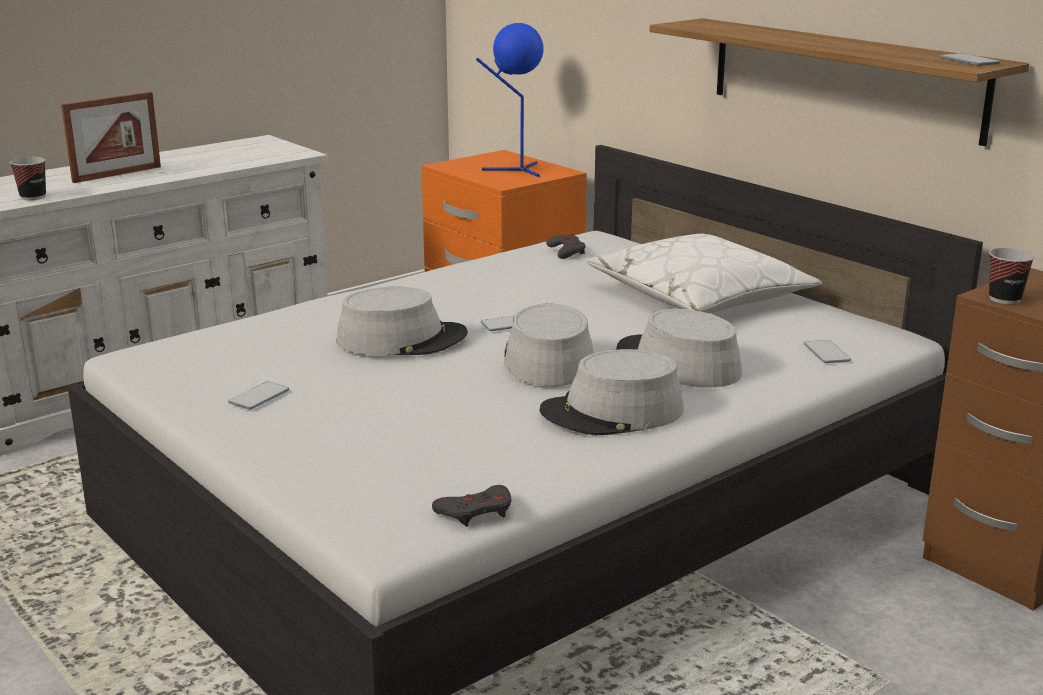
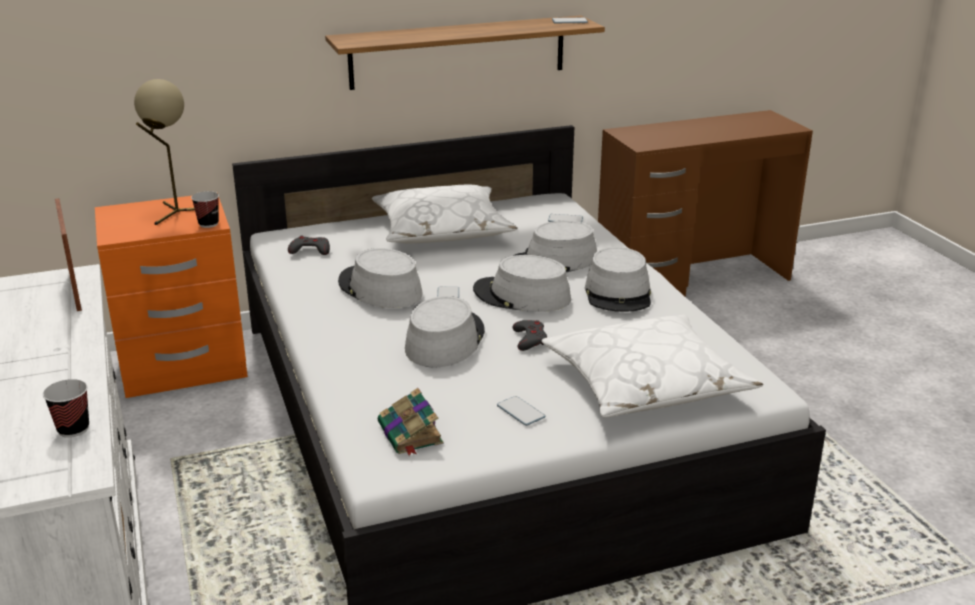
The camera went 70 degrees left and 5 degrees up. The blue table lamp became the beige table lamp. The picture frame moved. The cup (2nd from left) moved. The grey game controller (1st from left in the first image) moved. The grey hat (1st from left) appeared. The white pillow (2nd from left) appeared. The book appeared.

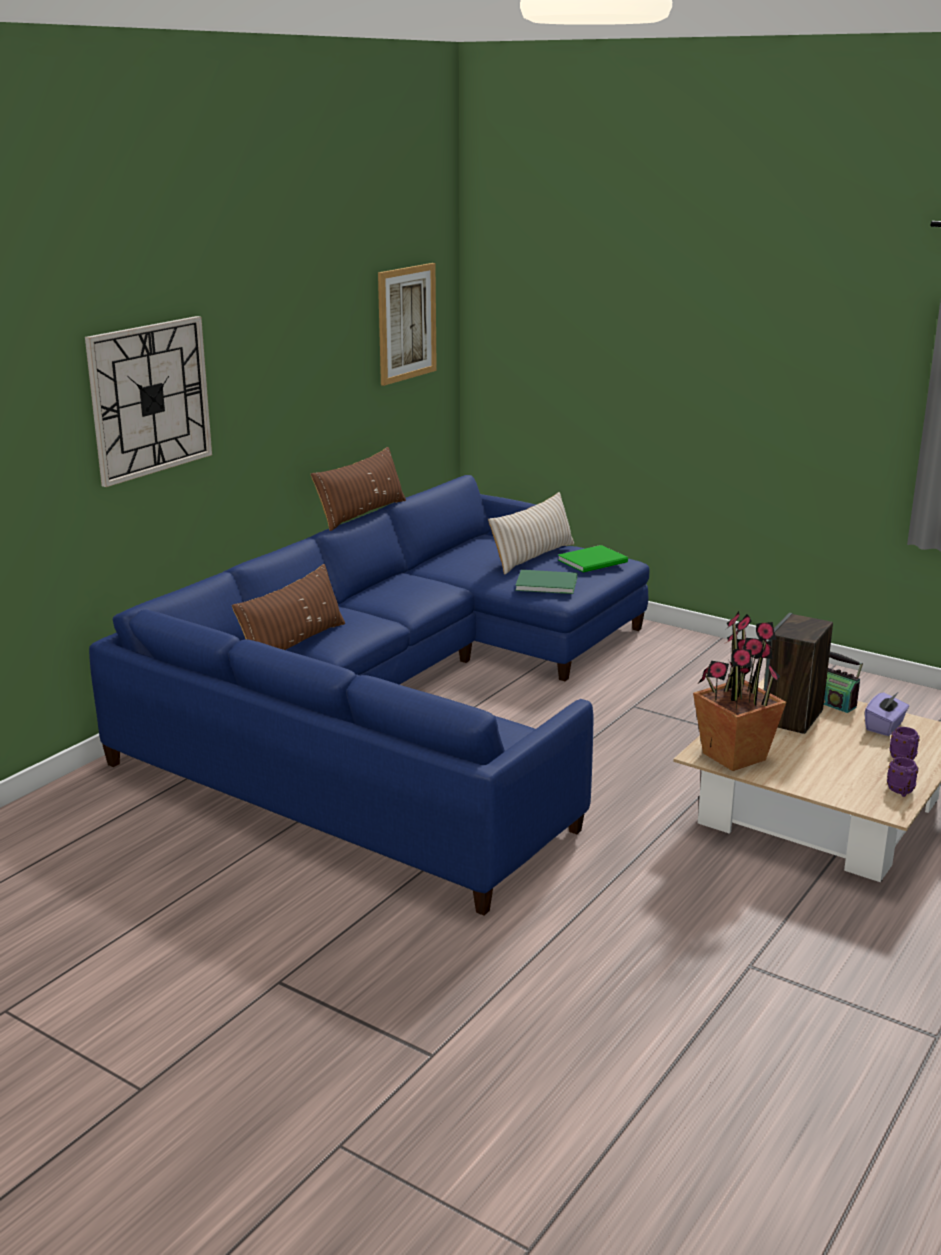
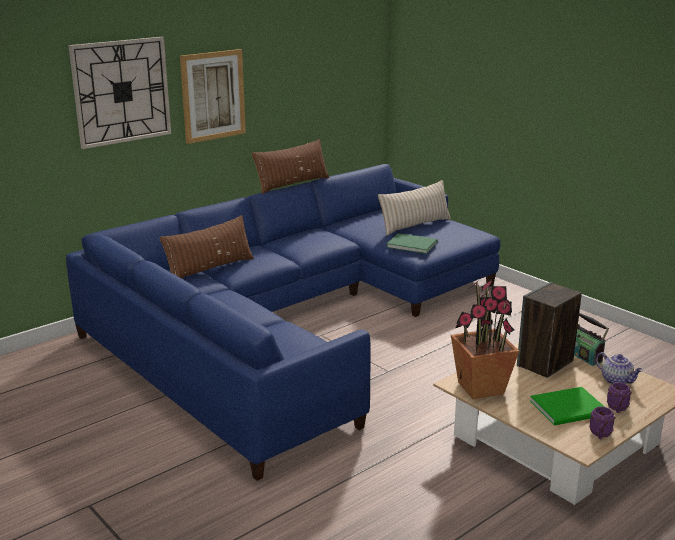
The camera went 15 degrees right and 0 degrees up. The picture moved. The green book (2nd from left) moved. The purple tissue box was replaced by the teapot.

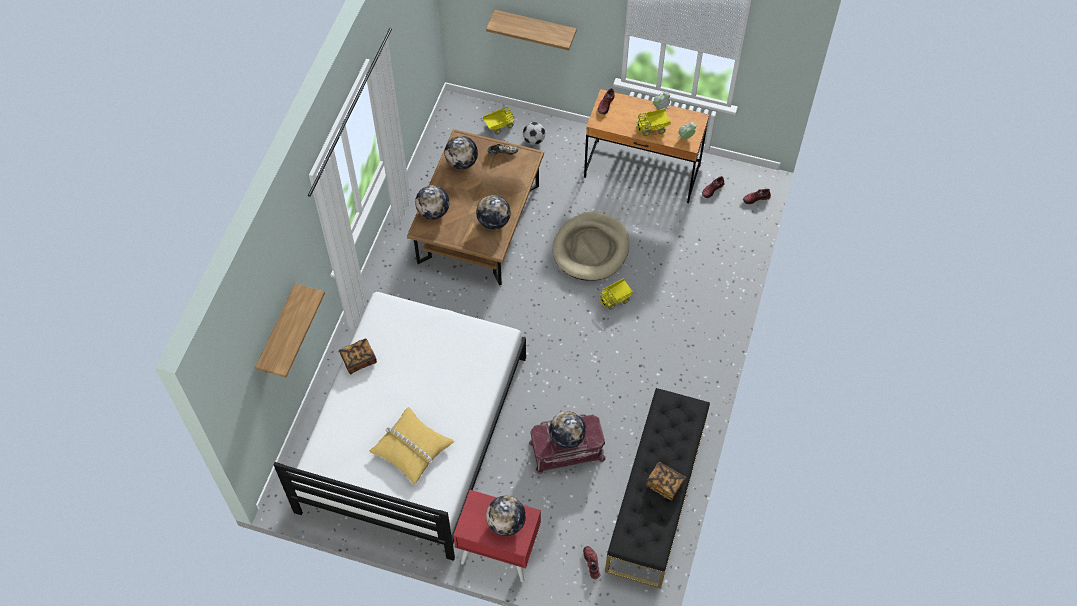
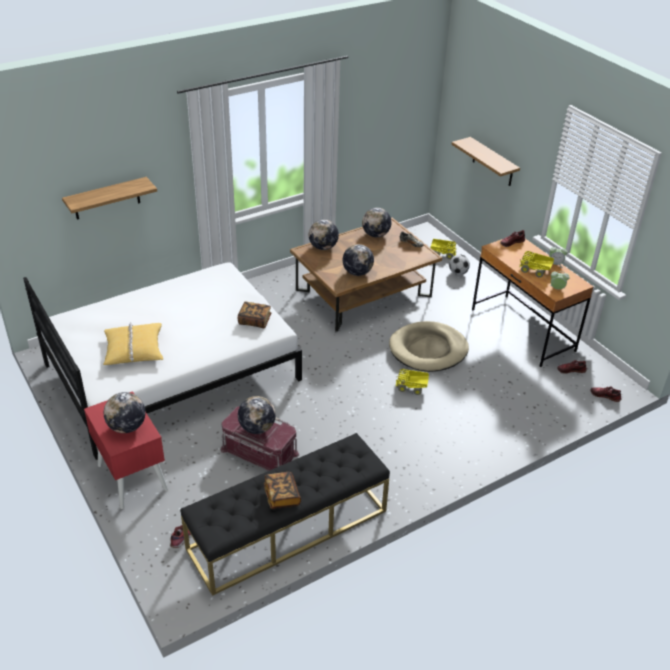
The camera went 40 degrees right and 20 degrees down. The book (1st from left) moved.

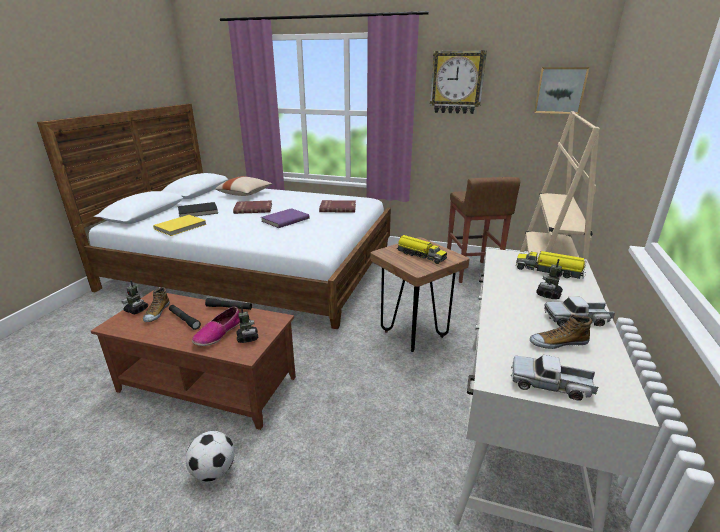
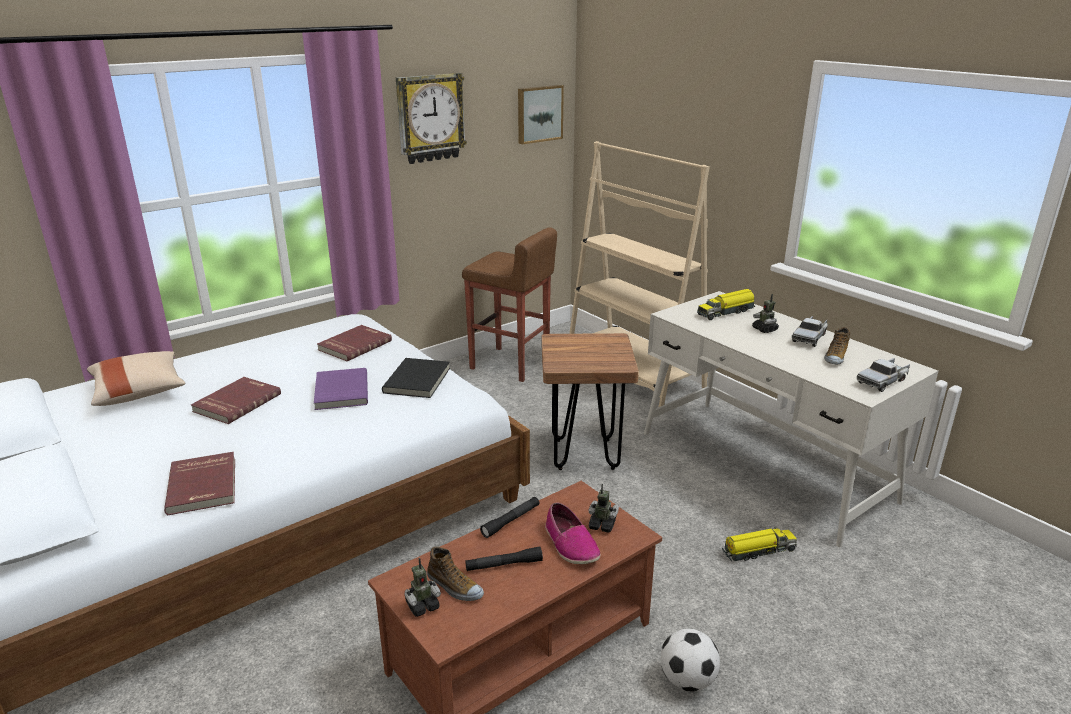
The camera went 55 degrees left and 0 degrees up. The black book moved. The yellow book became the red book (1st from left). The toy truck (1st from left in the first image) moved.

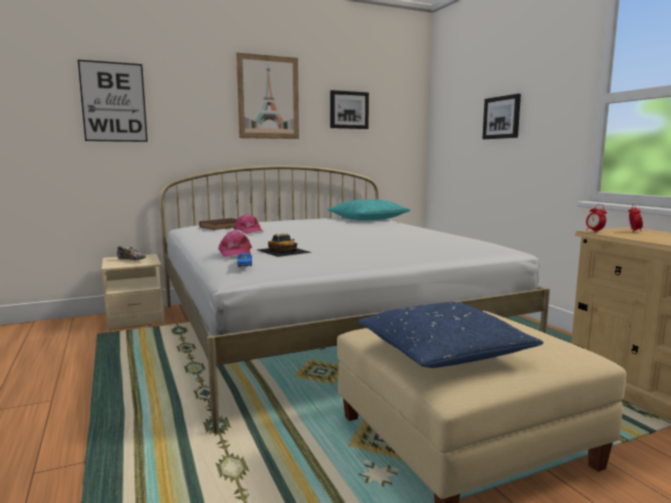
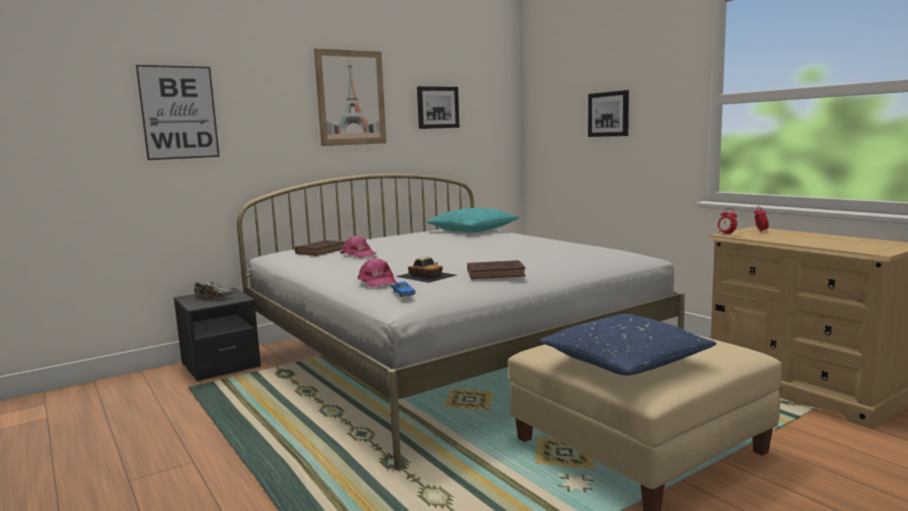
The camera went 10 degrees left and 0 degrees up. The beige nightstand became the black nightstand. The brown book (2nd from left) appeared.

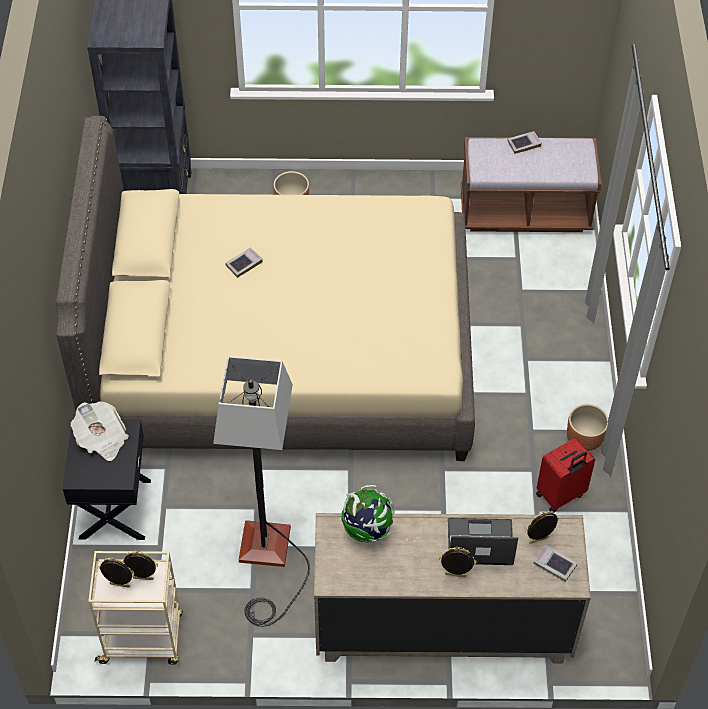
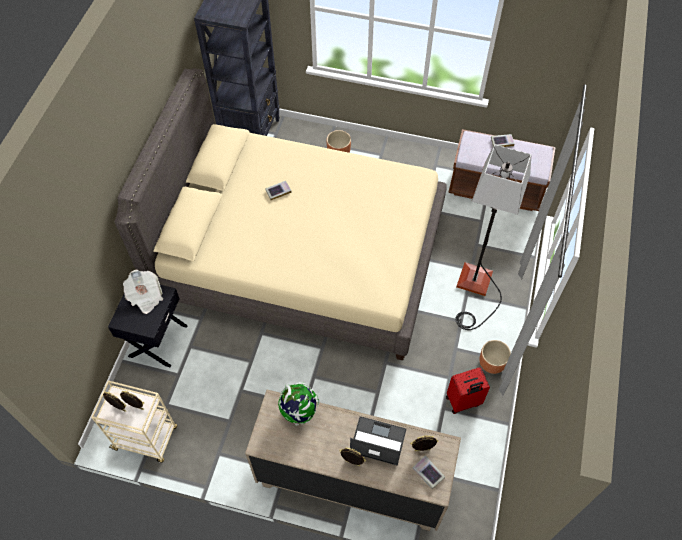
The camera went 15 degrees right and 5 degrees up. The floor lamp moved.

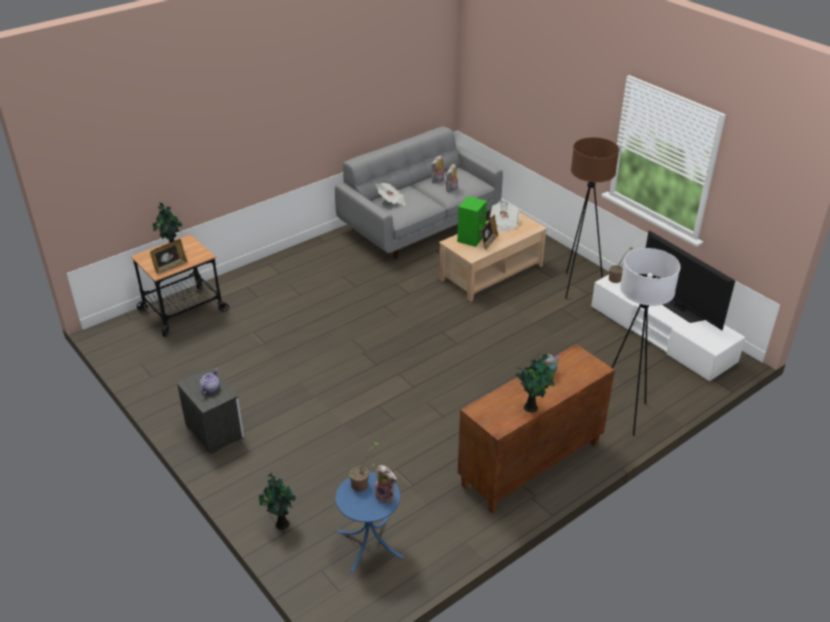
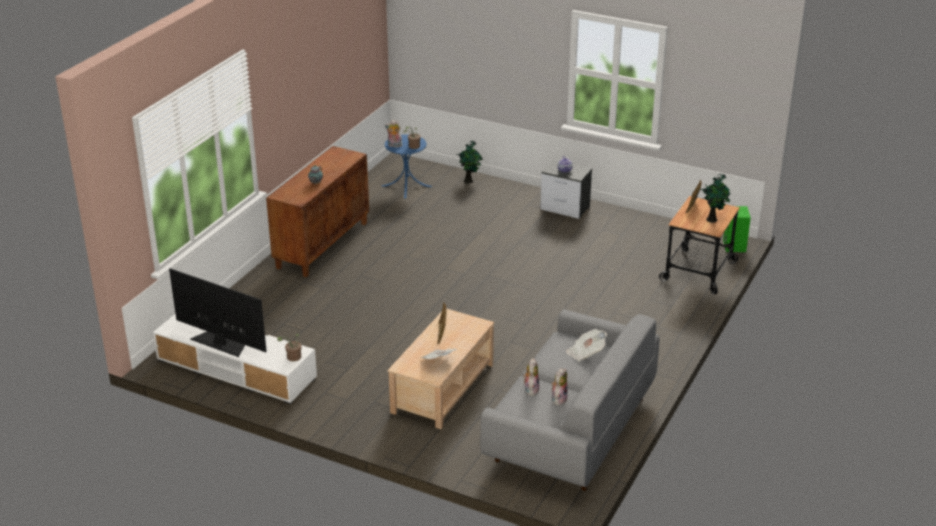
The camera went 155 degrees right and 5 degrees down. The brown floor lamp disappeared. The green speaker moved. The white floor lamp disappeared. The potted plant (4th from left) disappeared.

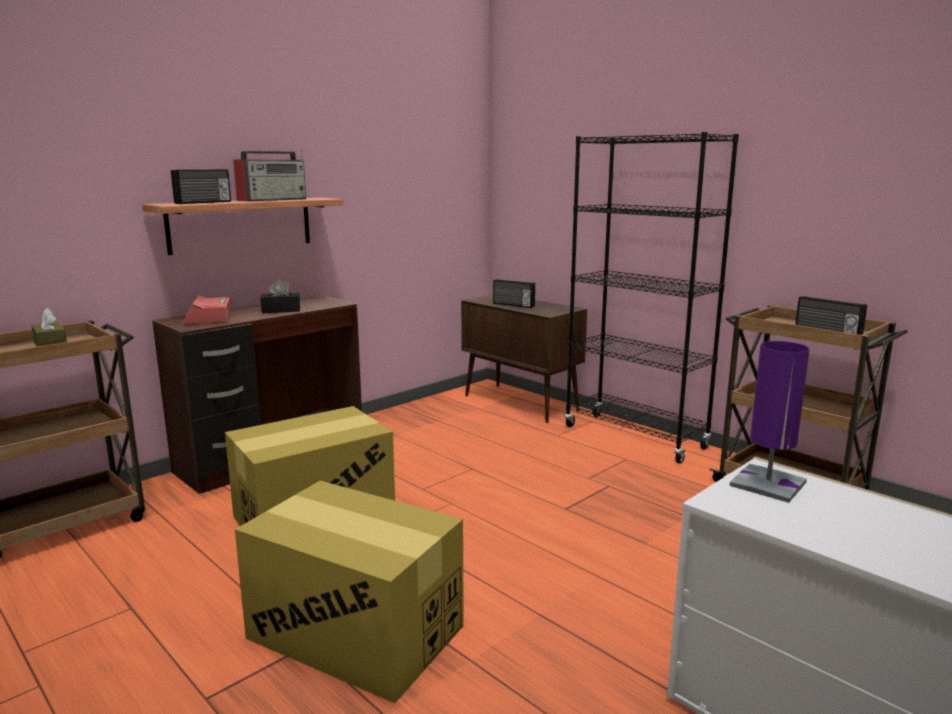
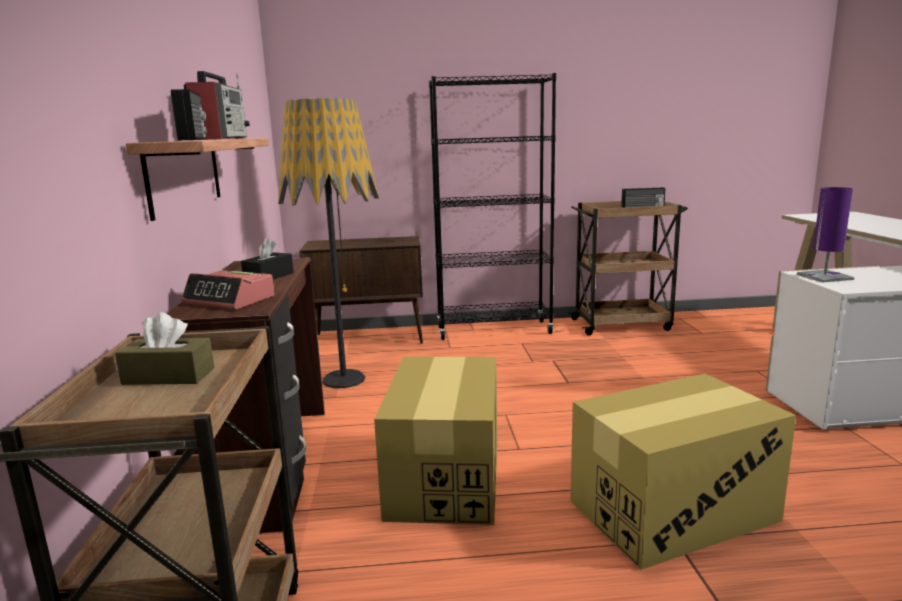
The camera went 50 degrees left and 0 degrees up. The radio (3rd from left) disappeared. The floor lamp appeared.

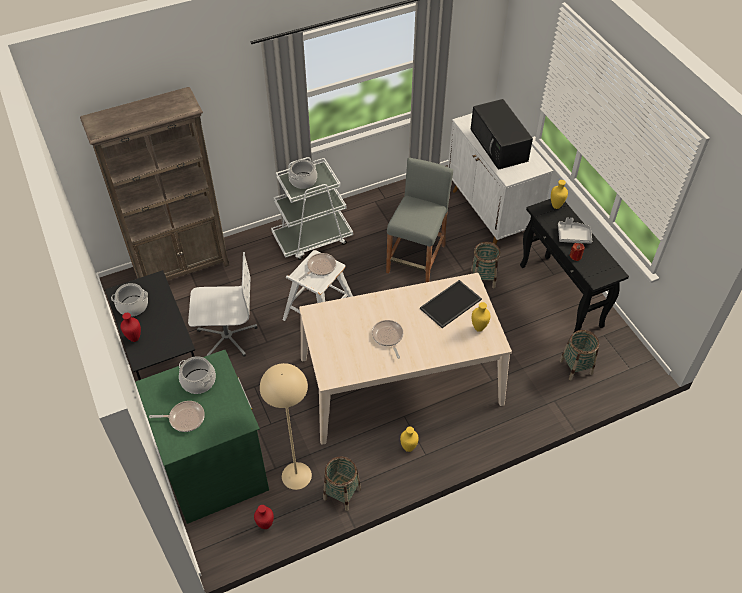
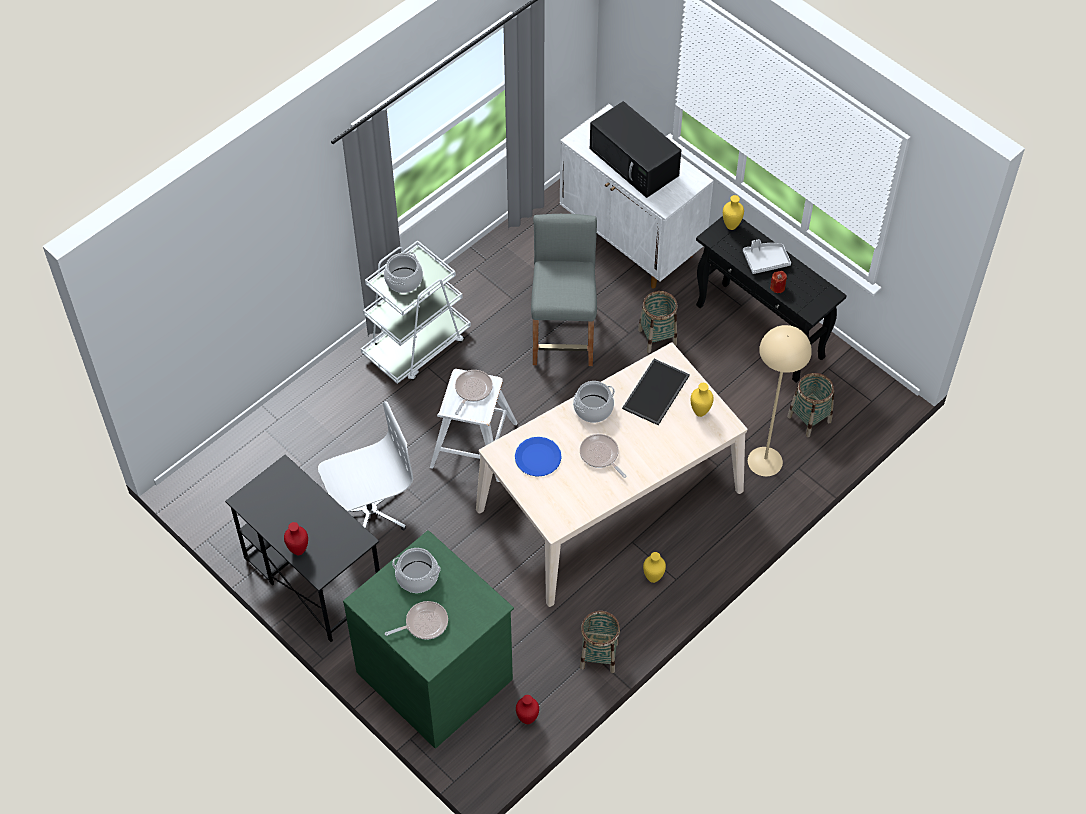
The camera went 20 degrees left and 5 degrees up. The brown bookcase disappeared. The cooking pot (1st from left in the first image) moved. The beige floor lamp moved. The blue plate appeared.

